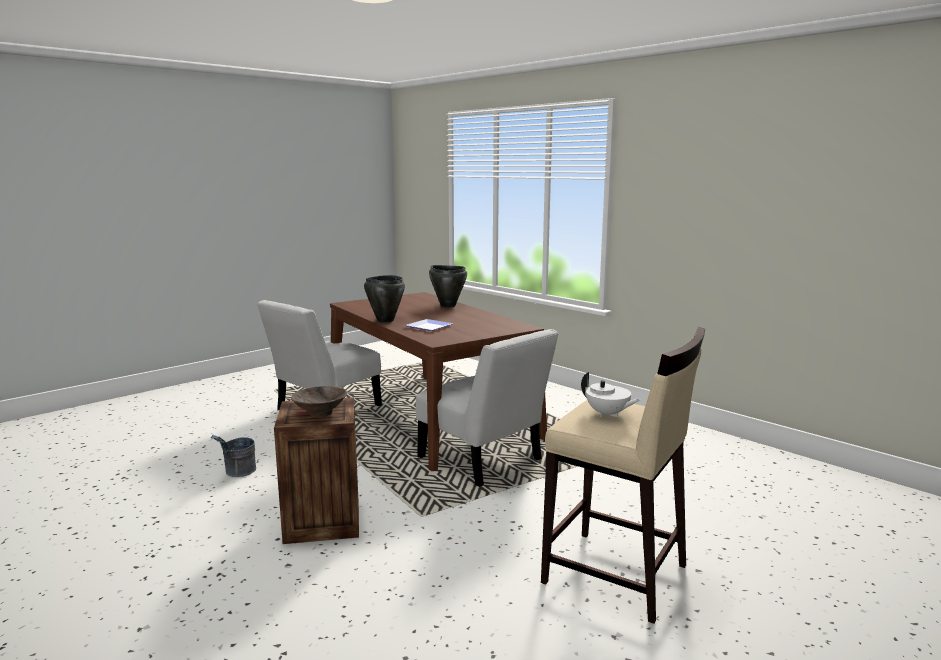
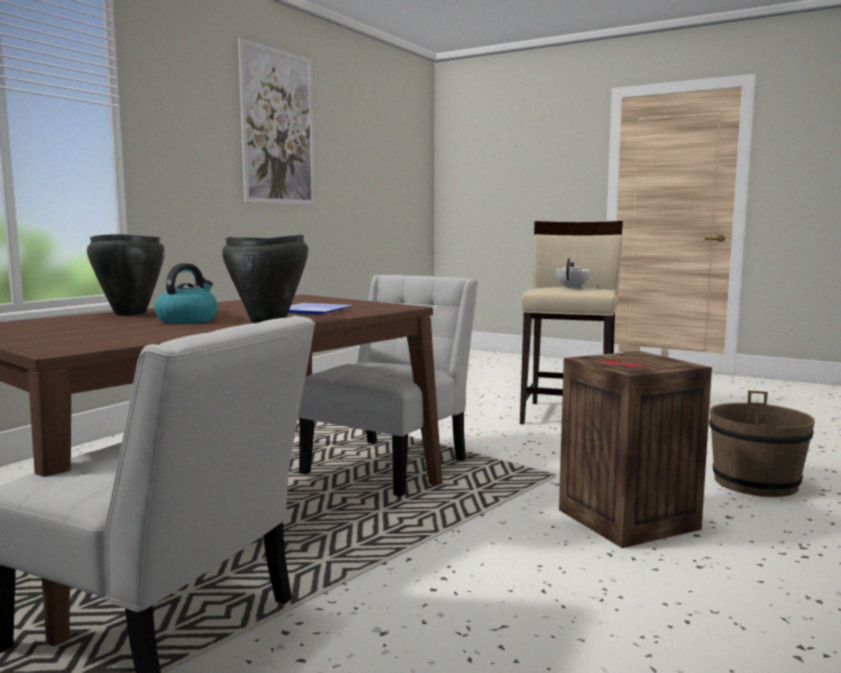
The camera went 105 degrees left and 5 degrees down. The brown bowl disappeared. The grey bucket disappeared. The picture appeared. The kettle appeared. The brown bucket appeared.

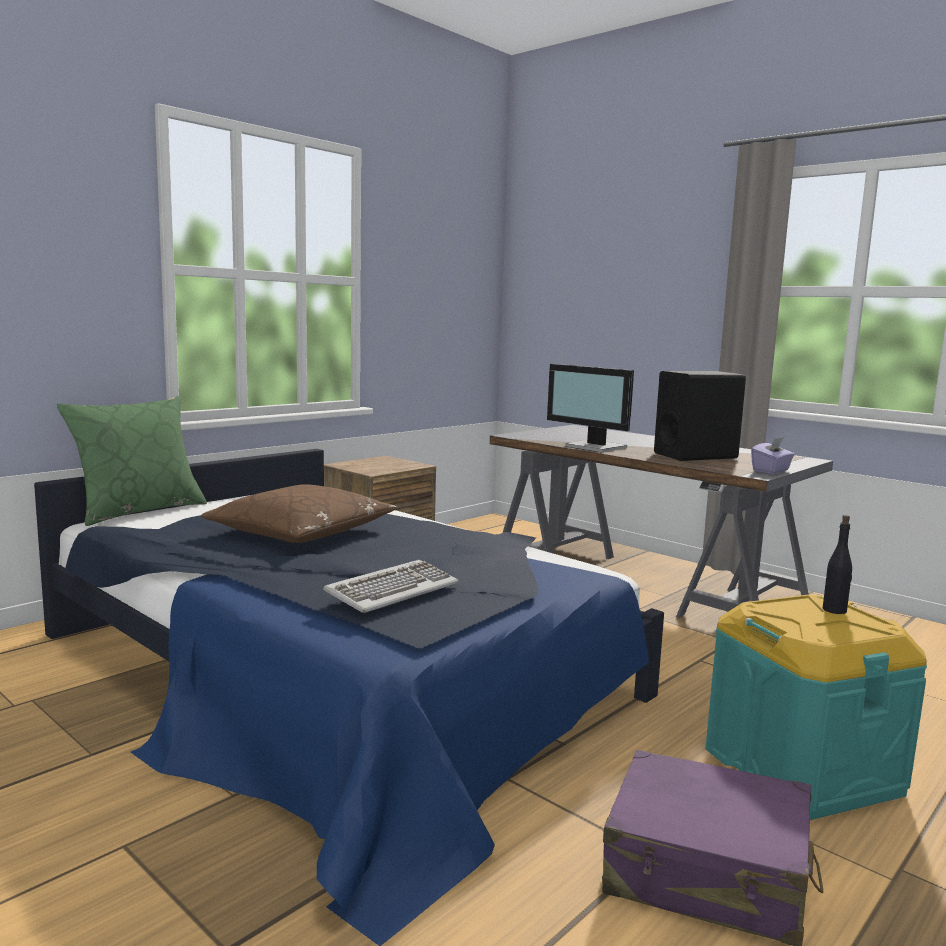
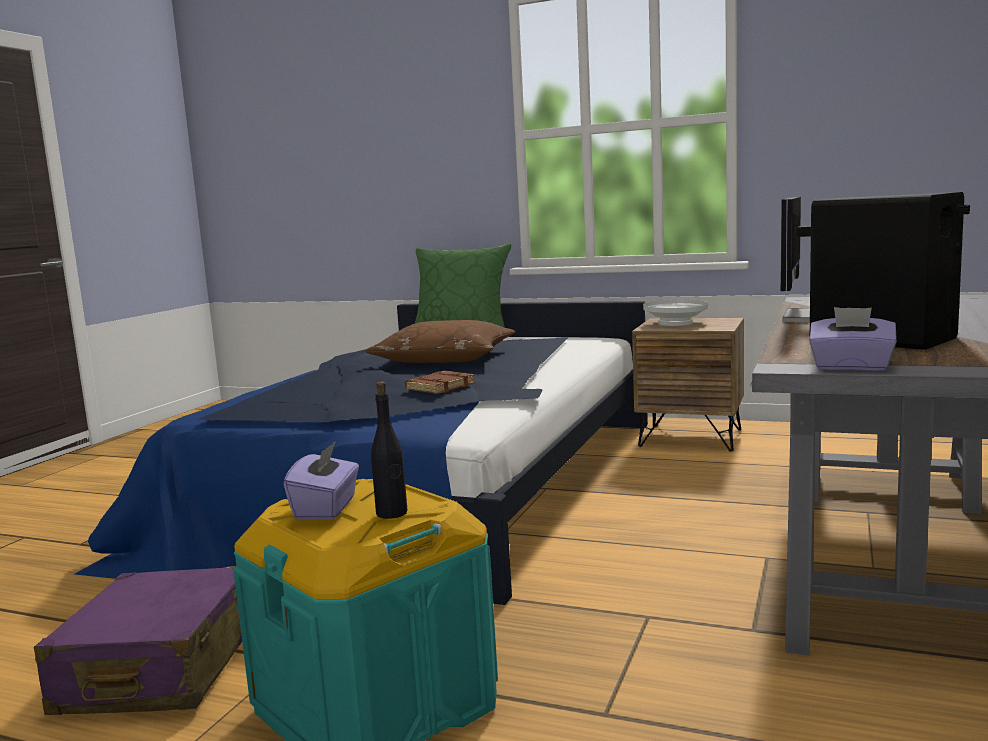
The camera went 70 degrees right and 0 degrees up. The keyboard disappeared. The white bowl appeared. The brown book appeared. The purple tissue box (1st from left) appeared.

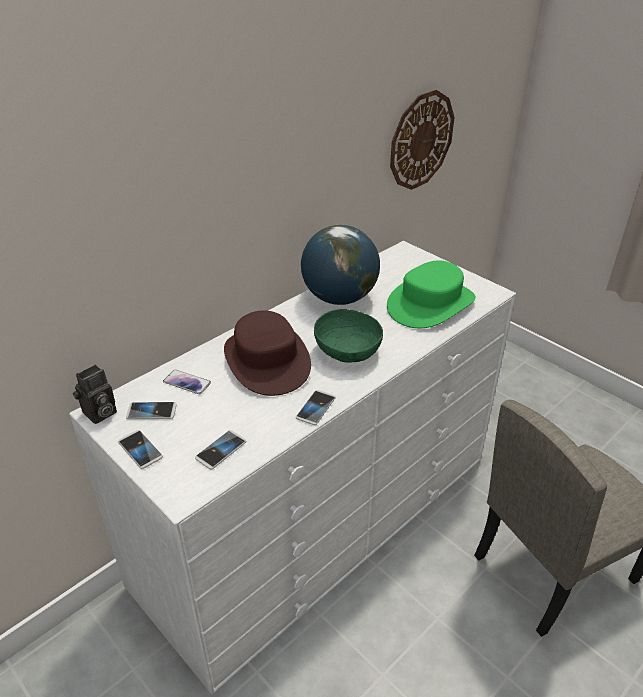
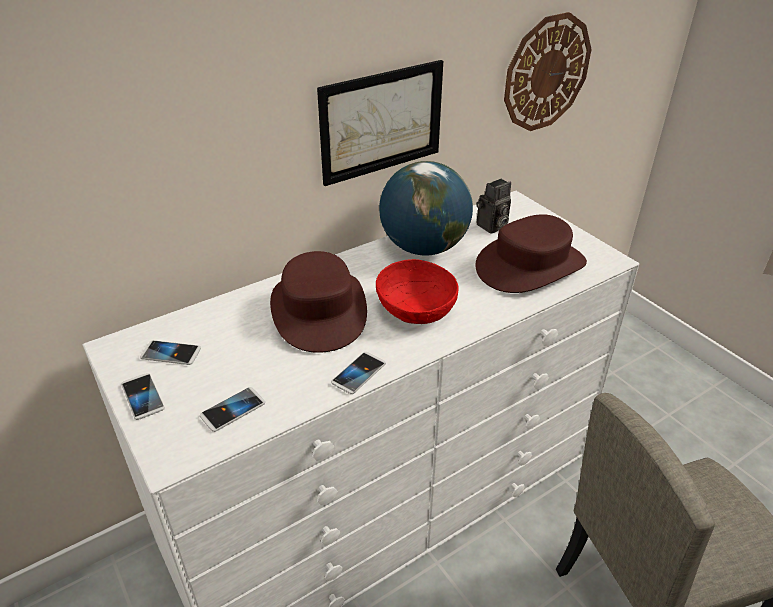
The camera went 10 degrees right and 0 degrees up. The green hat became the brown hat (2nd from left). The green bowl became the red bowl. The photo camera moved. The phone (3rd from left) disappeared. The picture appeared.

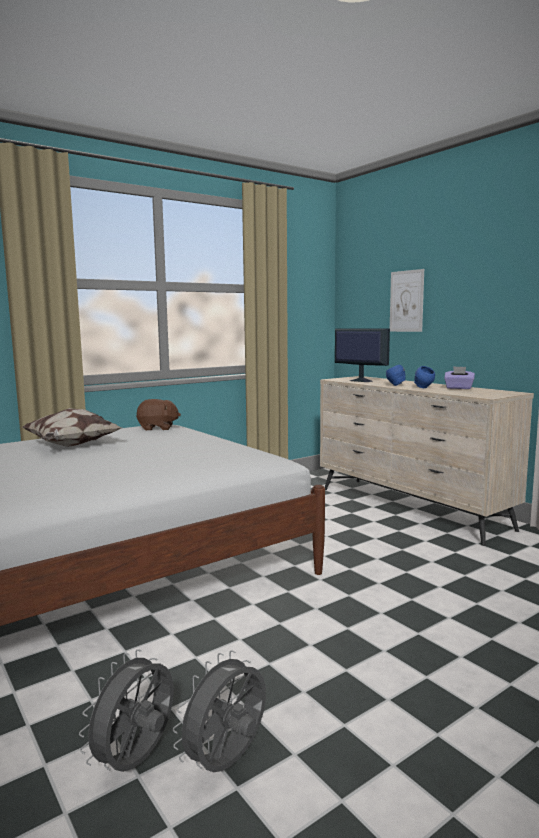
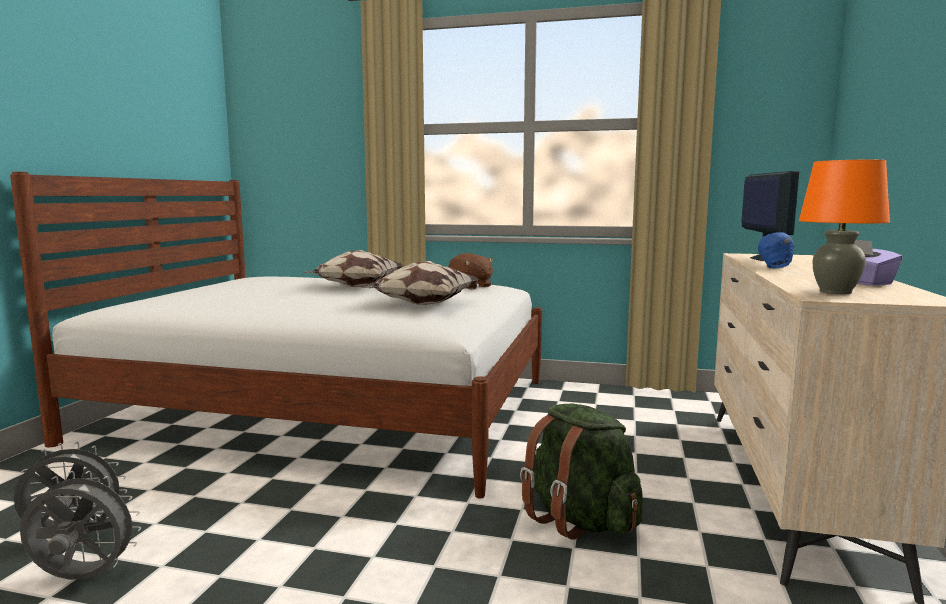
The camera went 50 degrees right and 0 degrees up. The picture disappeared. The blue bowl (2nd from left) disappeared. The orange table lamp appeared. The pillow (2nd from left) appeared. The green backpack appeared.

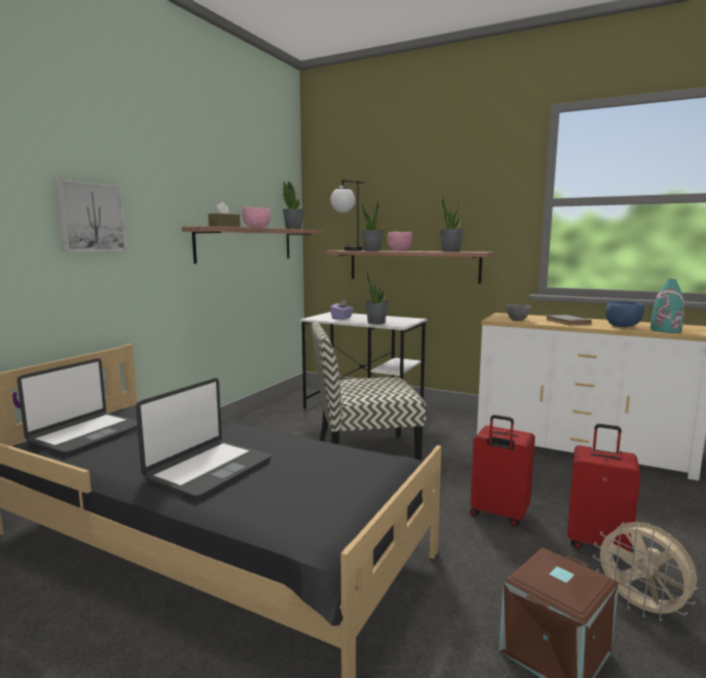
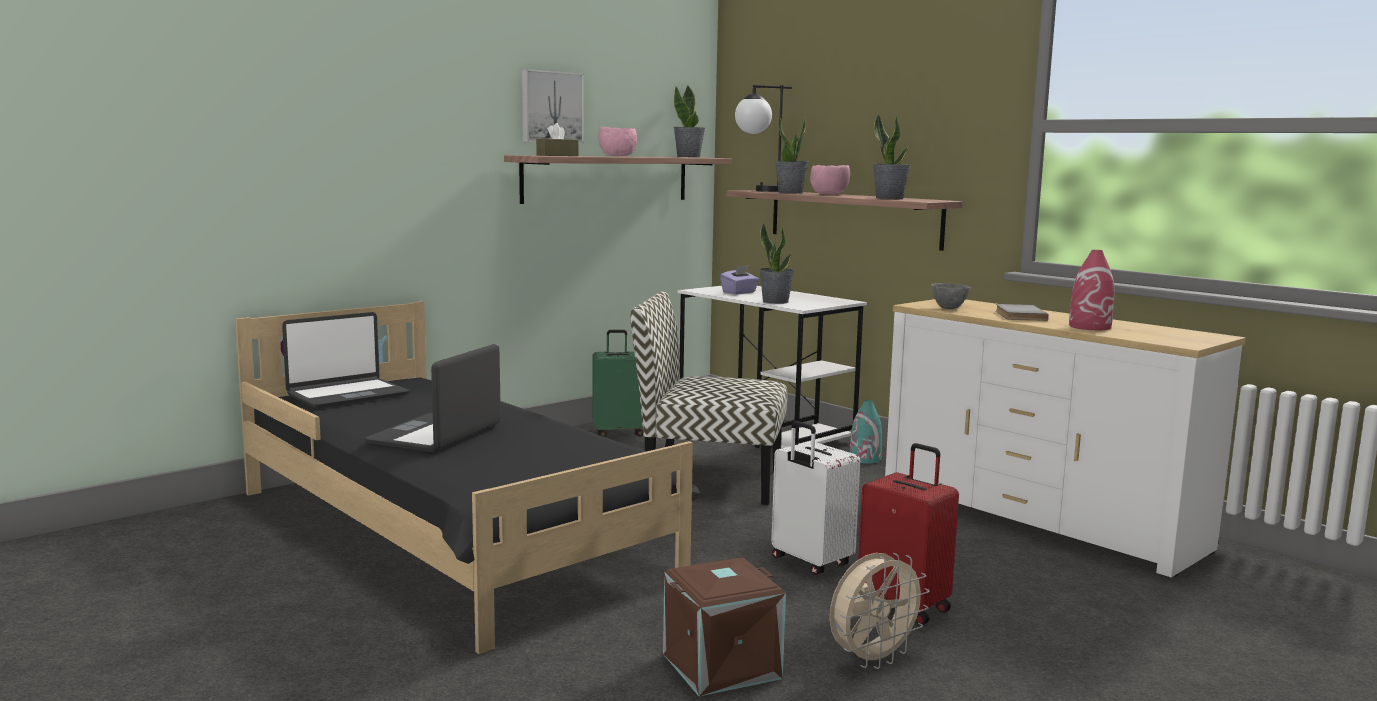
The camera went 20 degrees right and 0 degrees up. The picture moved. The turquoise vase moved. The blue bowl was replaced by the red vase. The laptop (2nd from left) turned 150 degrees clockwise. The red suitcase (1st from left) became the white suitcase. The beige fan turned 105 degrees counterclockwise. The green suitcase appeared.

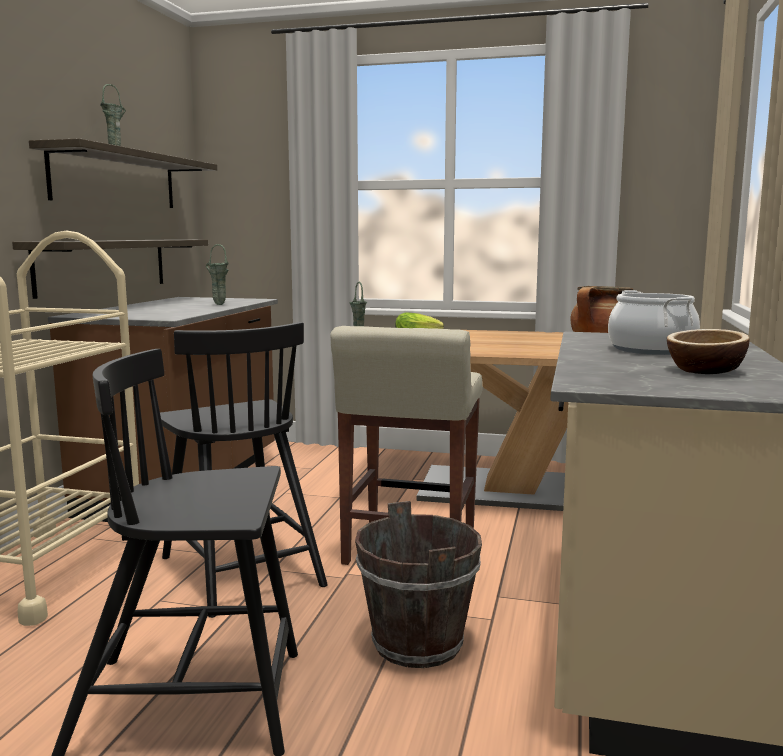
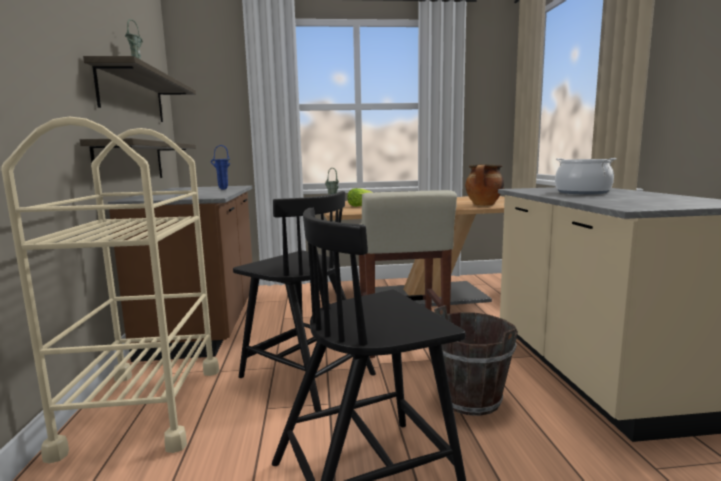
The camera went 20 degrees left and 0 degrees up. The green vase (2nd from left) became the blue vase. The bowl disappeared.

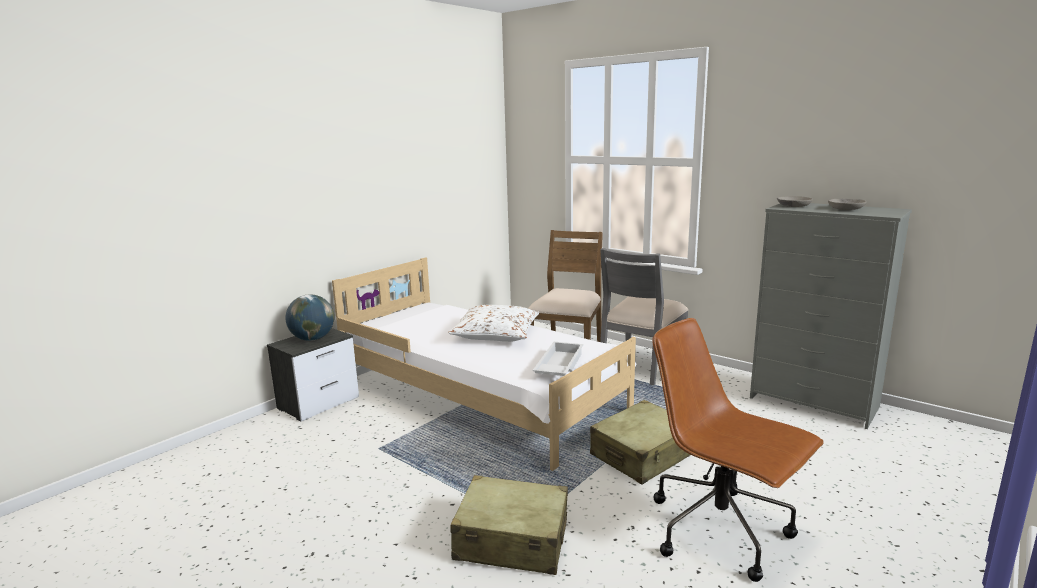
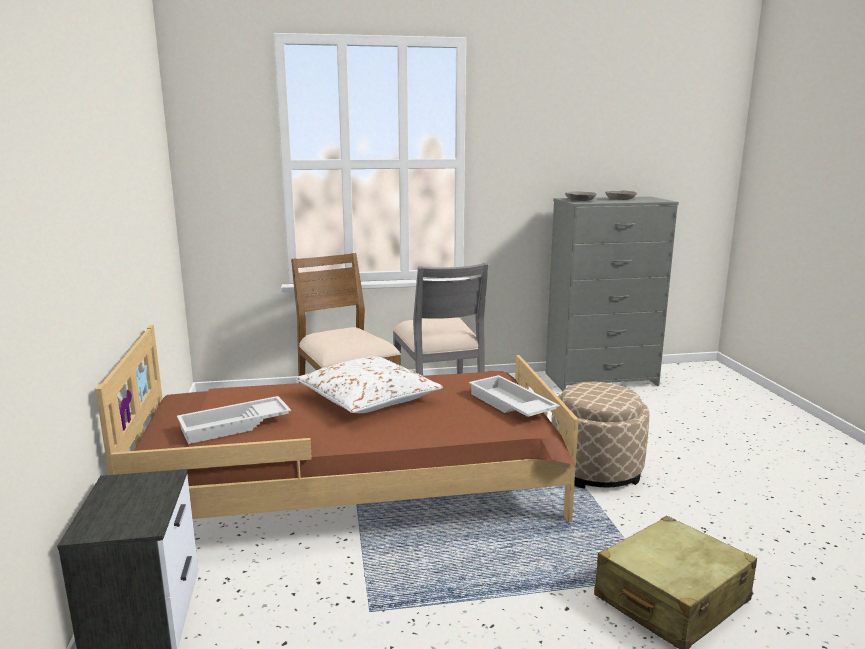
The camera went 50 degrees left and 0 degrees up. The white bed became the brown bed. The globe disappeared. The brown office chair disappeared. The beige suitcase (2nd from left) was replaced by the beige ottoman. The white tray (1st from left) appeared.

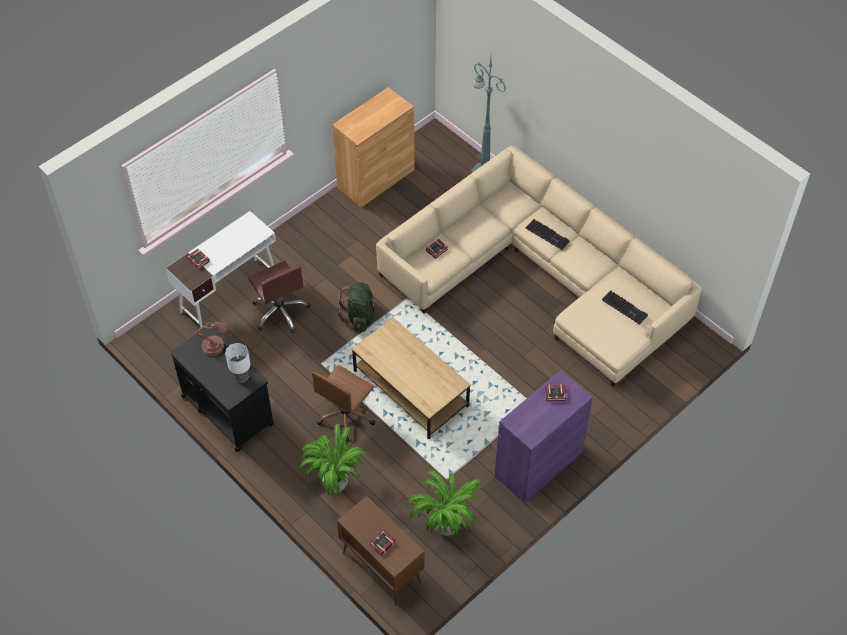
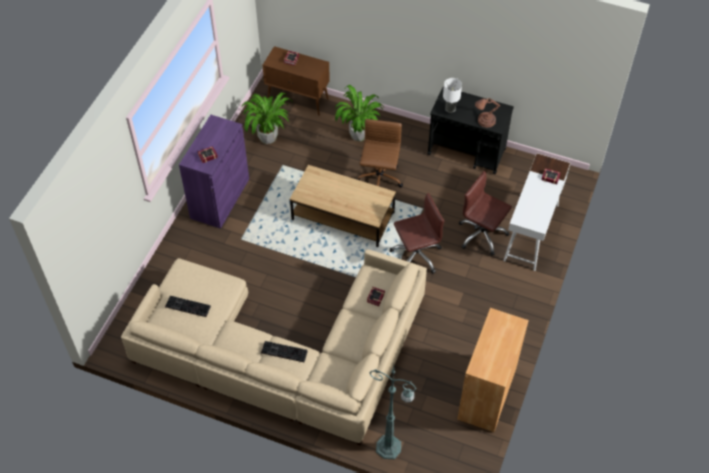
The camera went 155 degrees right and 0 degrees up. The green backpack was replaced by the brown office chair (2nd from left).

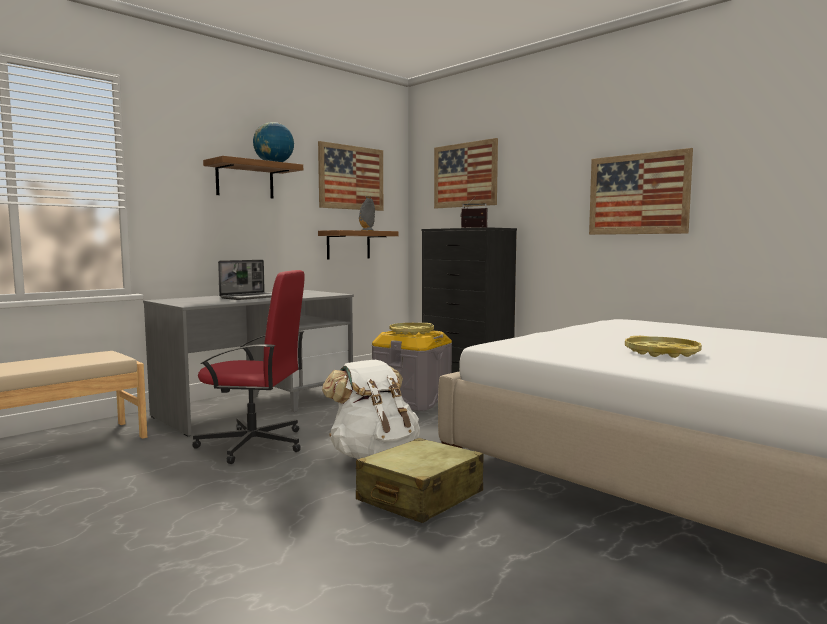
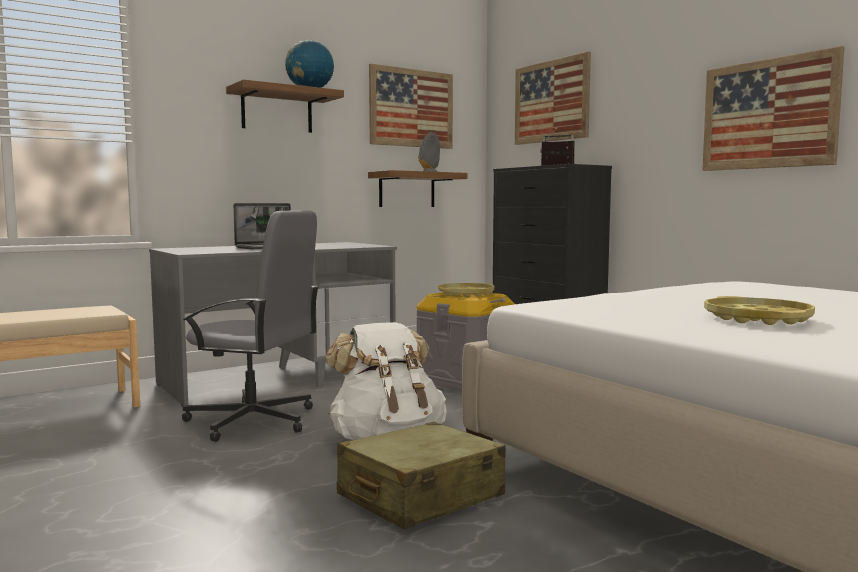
The camera went 10 degrees right and 0 degrees up. The red office chair became the grey office chair.

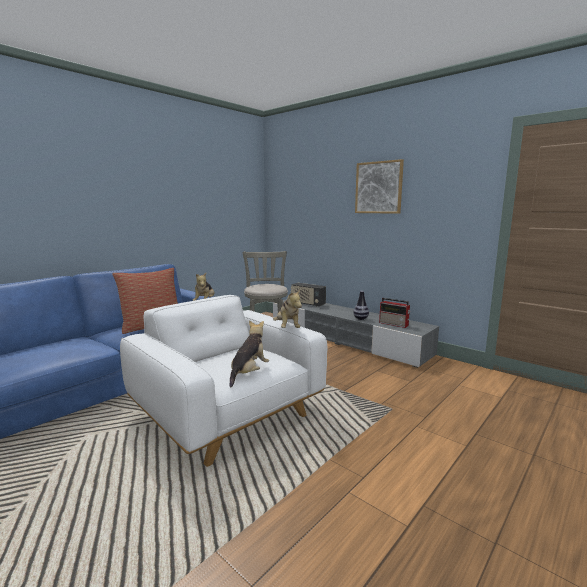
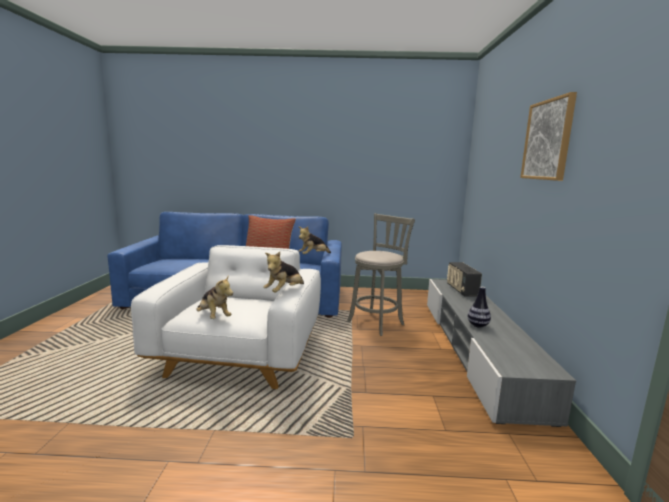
The camera went 50 degrees right and 0 degrees up. The radio (2nd from left) disappeared. The plush toy (2nd from left in the first image) turned 60 degrees clockwise.

